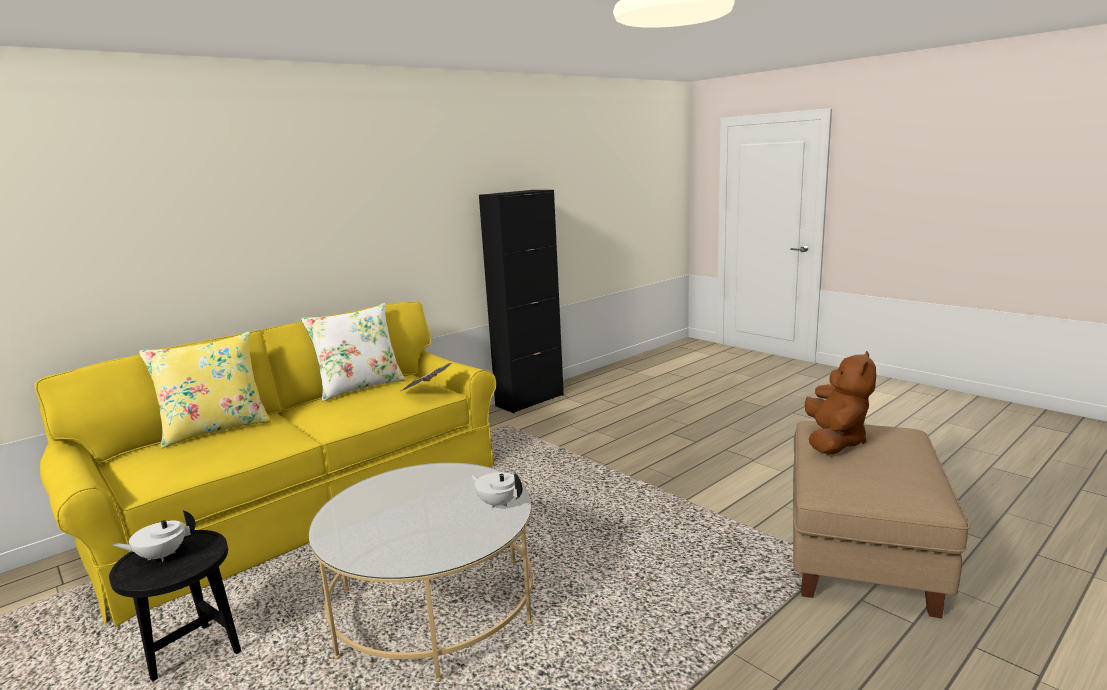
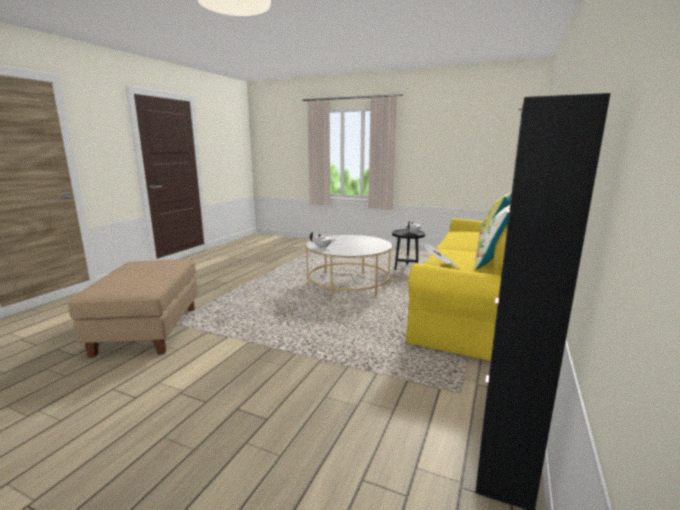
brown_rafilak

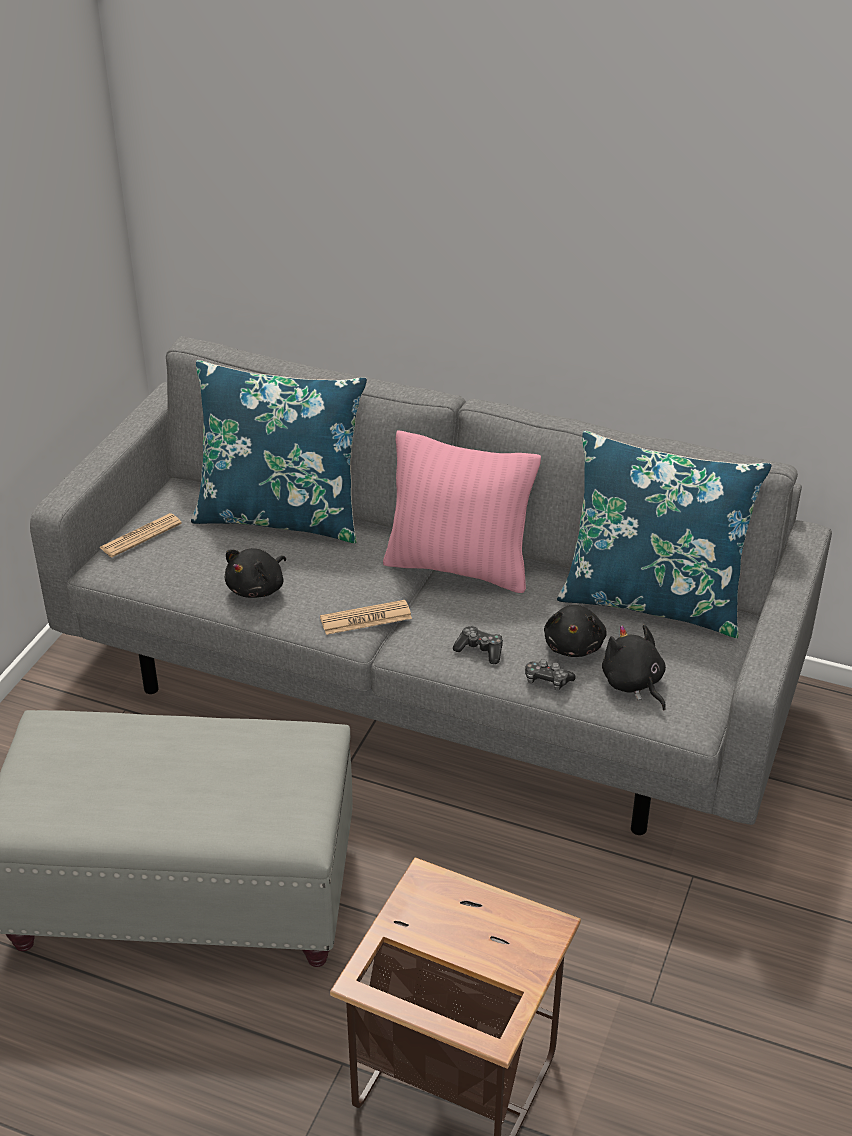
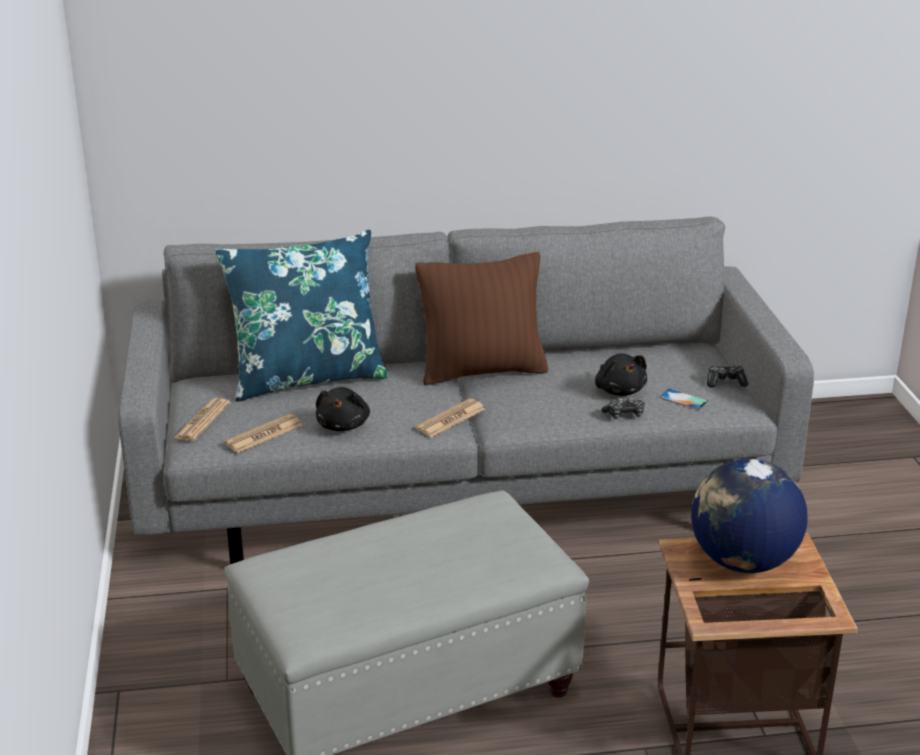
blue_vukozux (no. 2 from left in the first image)
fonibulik (no. 2 from left)
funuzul
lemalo (no. 2 from left)
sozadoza
brown_vukozux

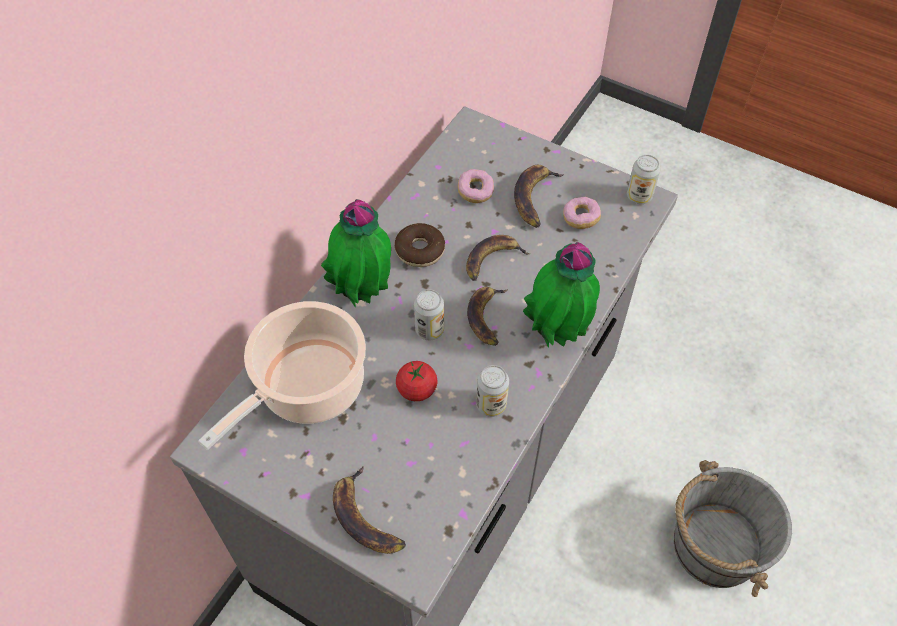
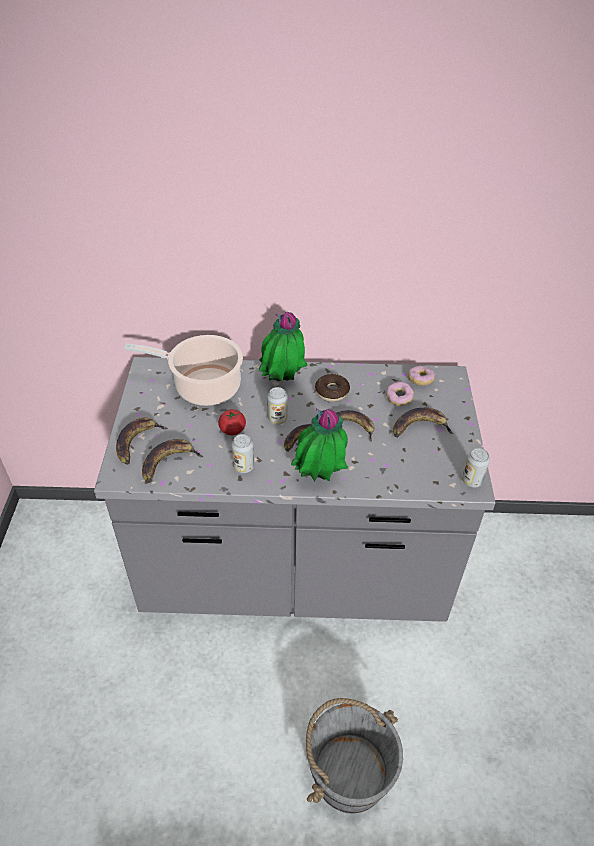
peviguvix (no. 2 from left)
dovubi (no. 3 from left)

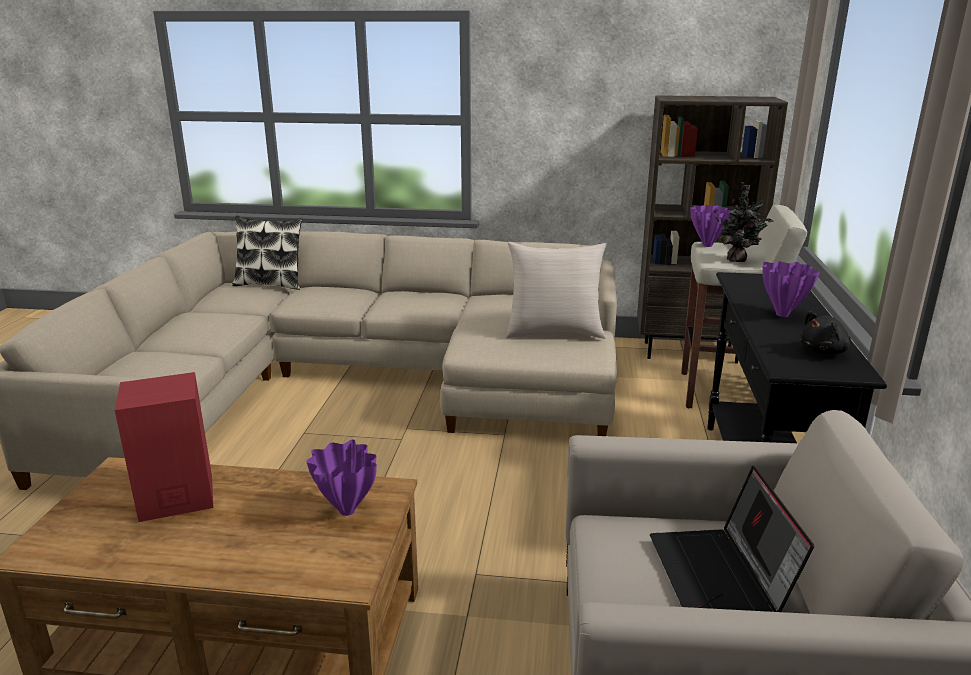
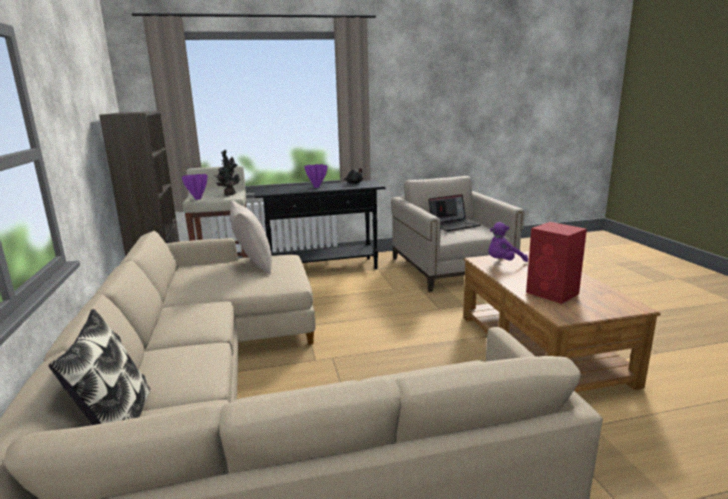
purple_rafilak

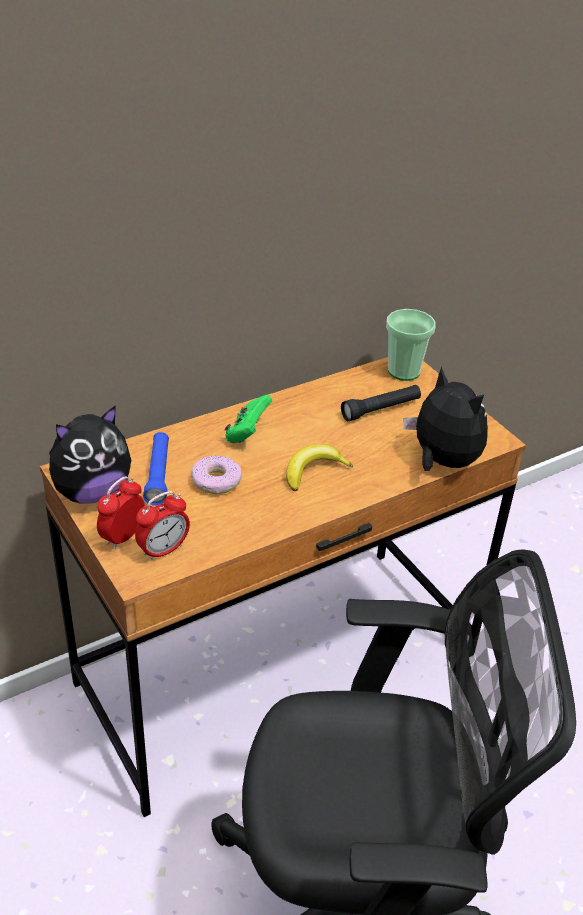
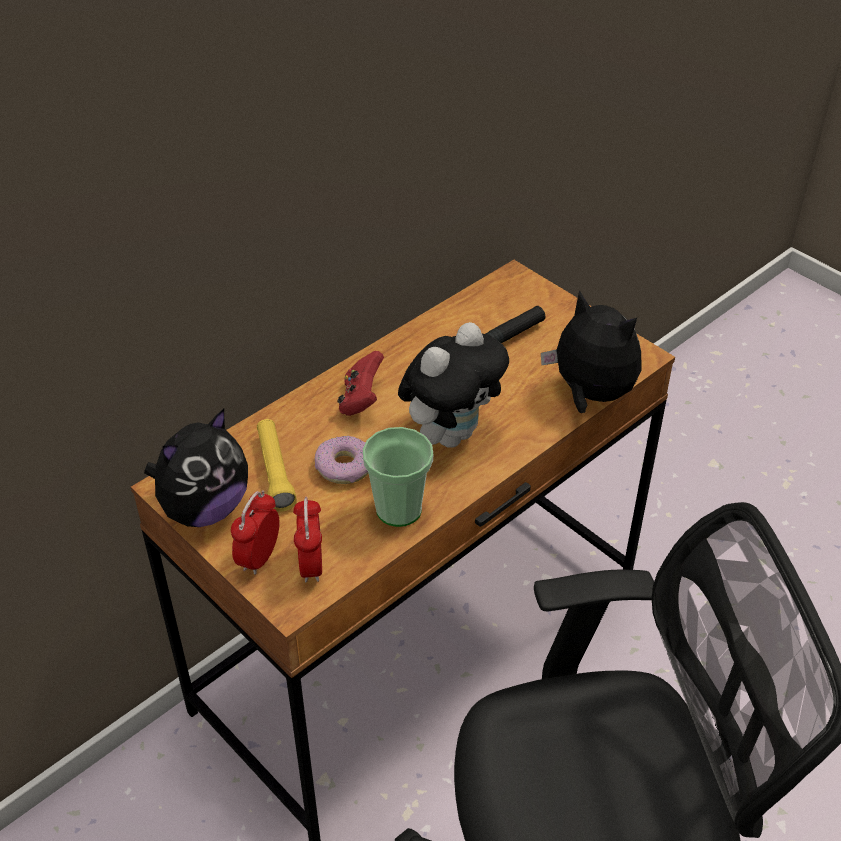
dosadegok
rafilak (no. 2 from left)
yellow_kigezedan
red_lemalo
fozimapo (no. 2 from left)

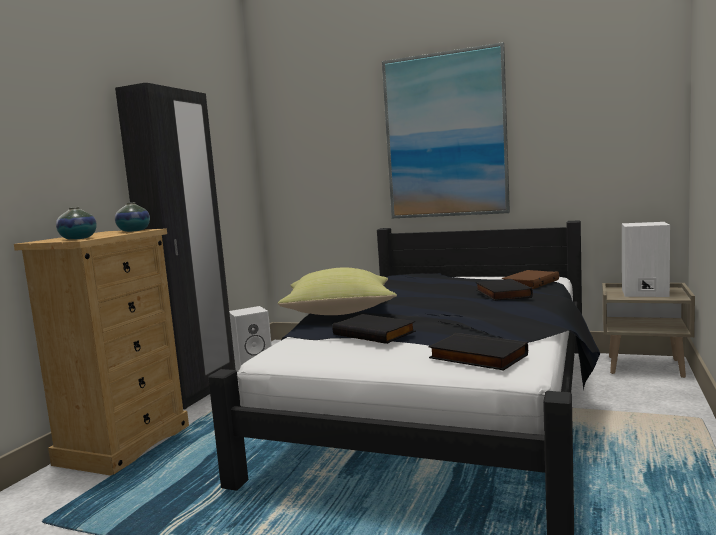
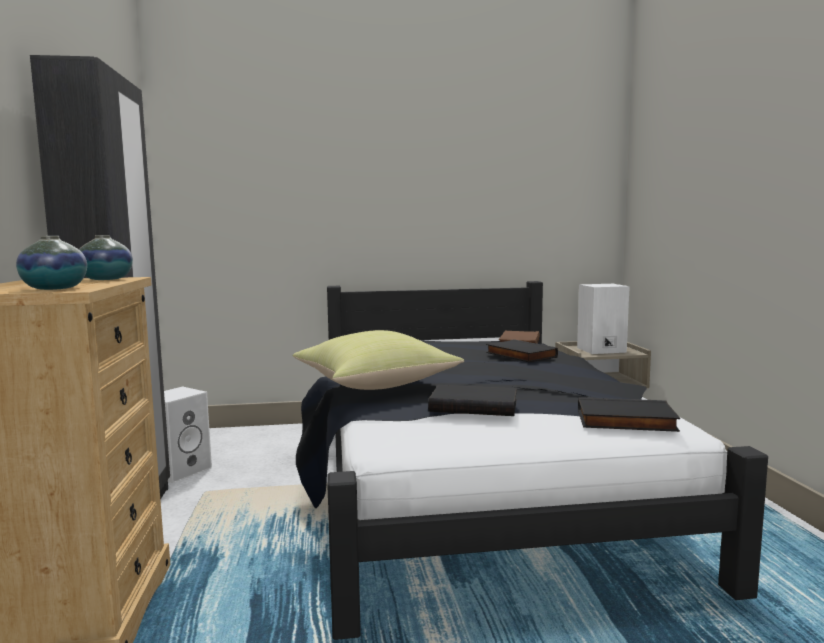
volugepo

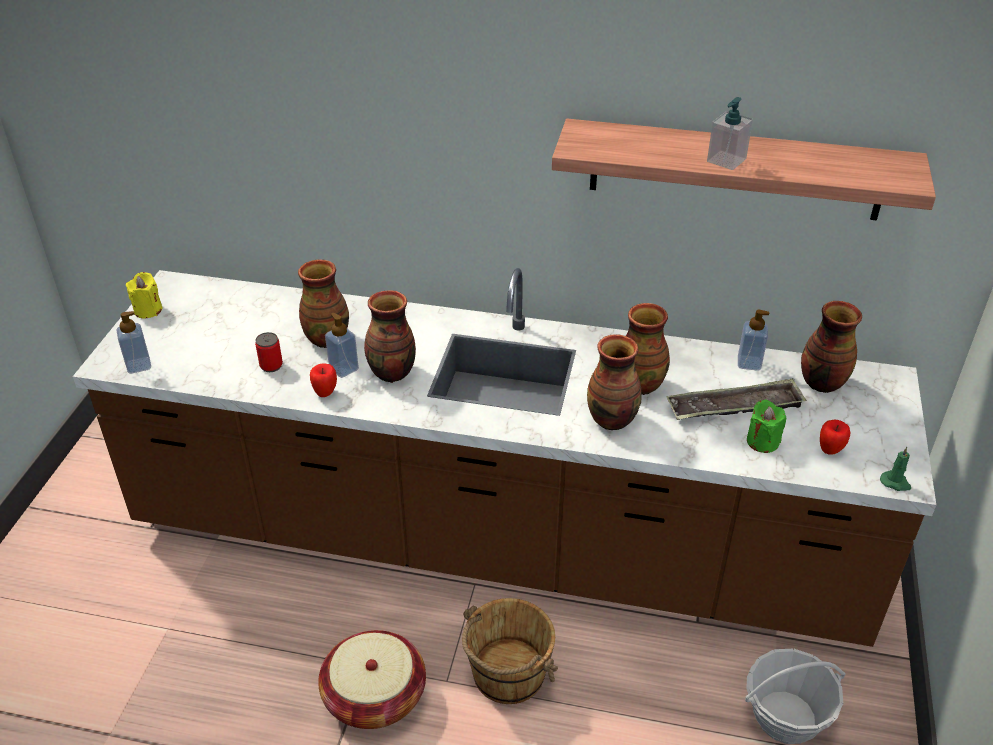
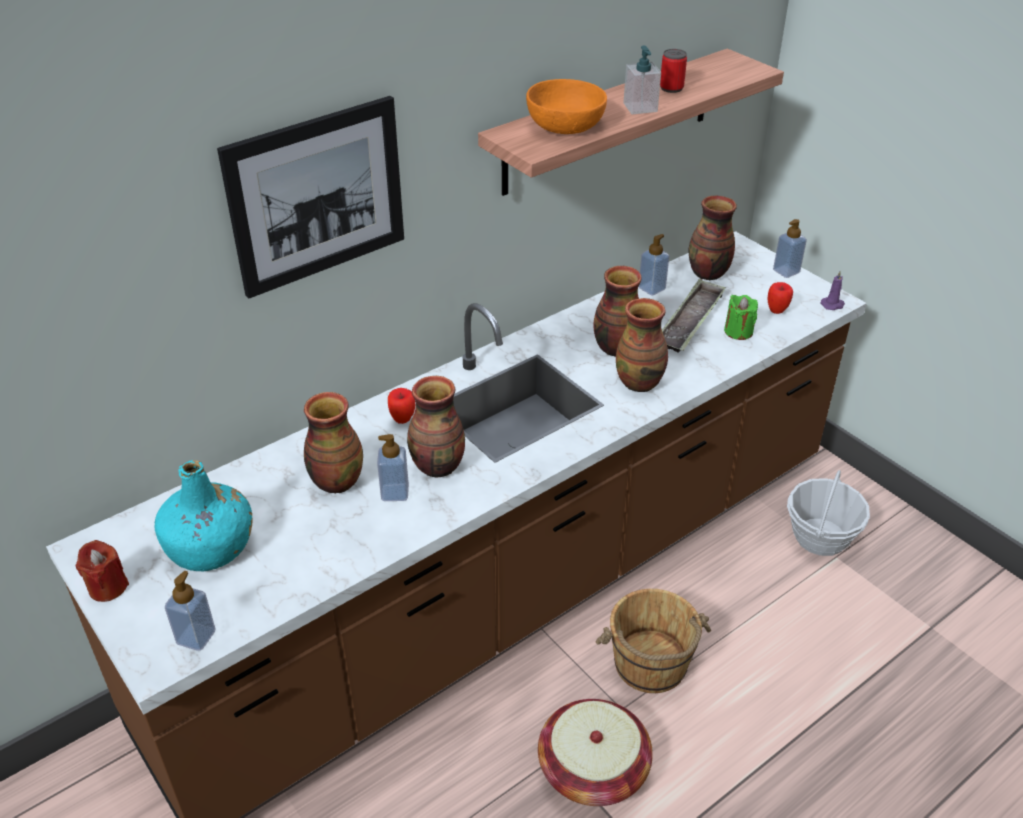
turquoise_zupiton
volugepo
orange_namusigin
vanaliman (no. 5 from left)
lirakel
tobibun (no. 1 from left)
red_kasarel
purple_kasarel

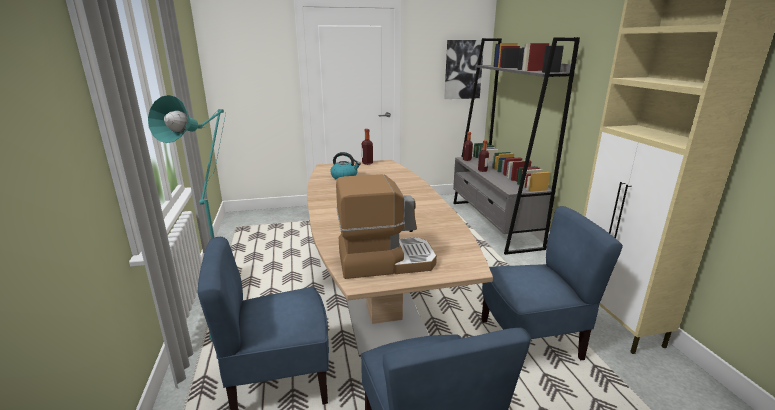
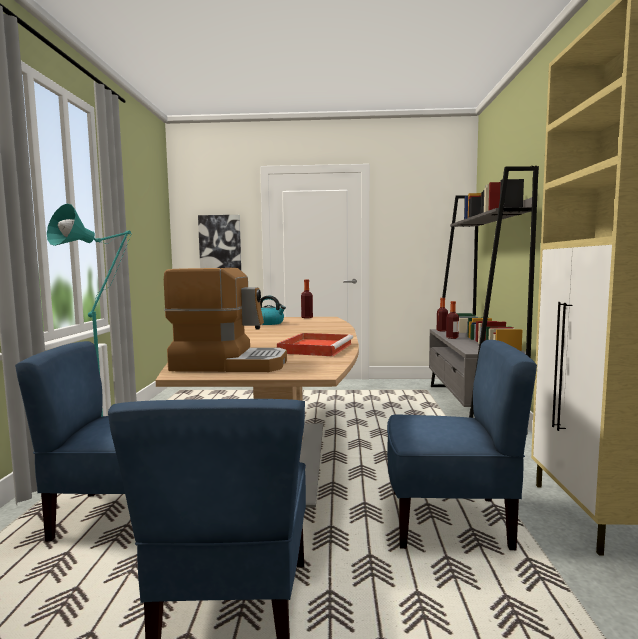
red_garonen
volugepo

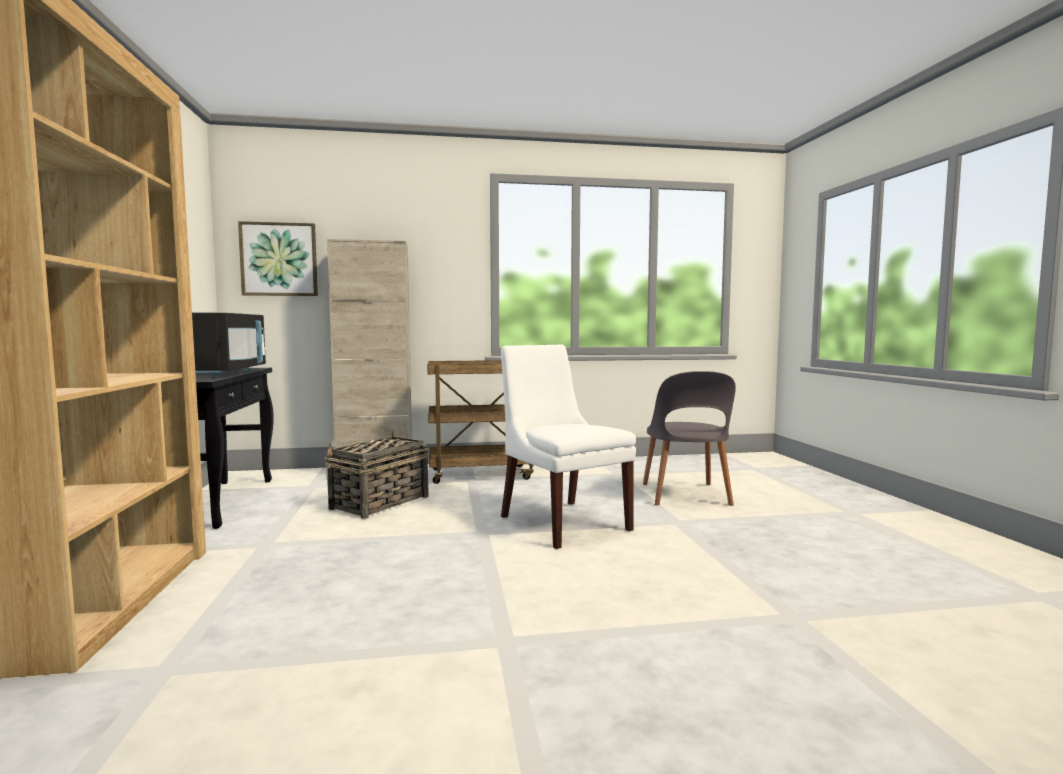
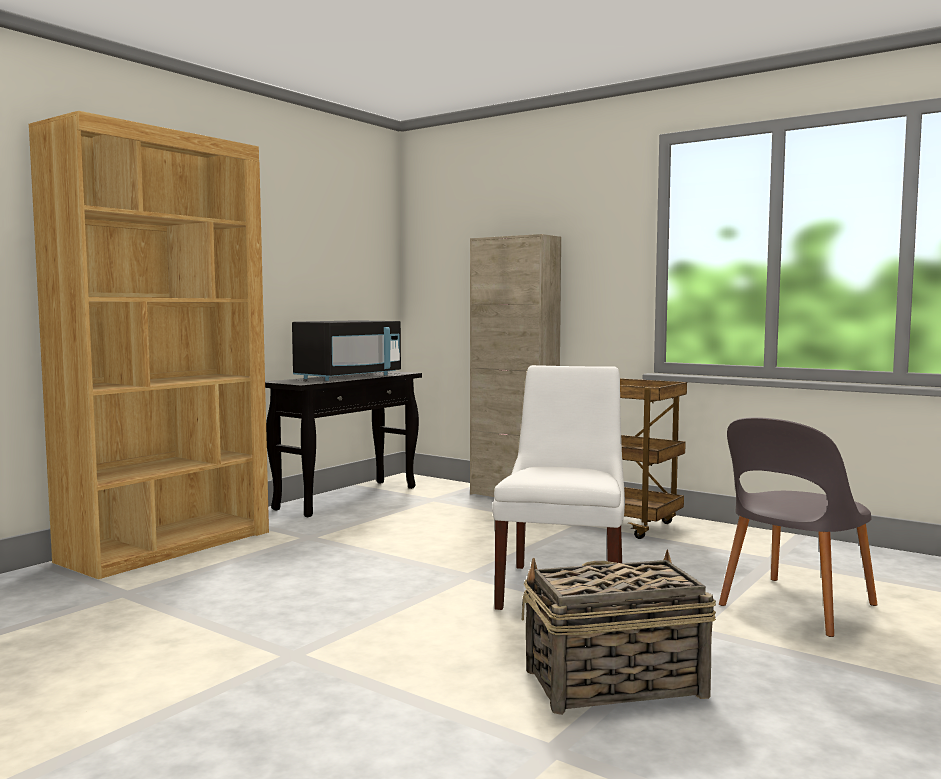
volugepo
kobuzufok

